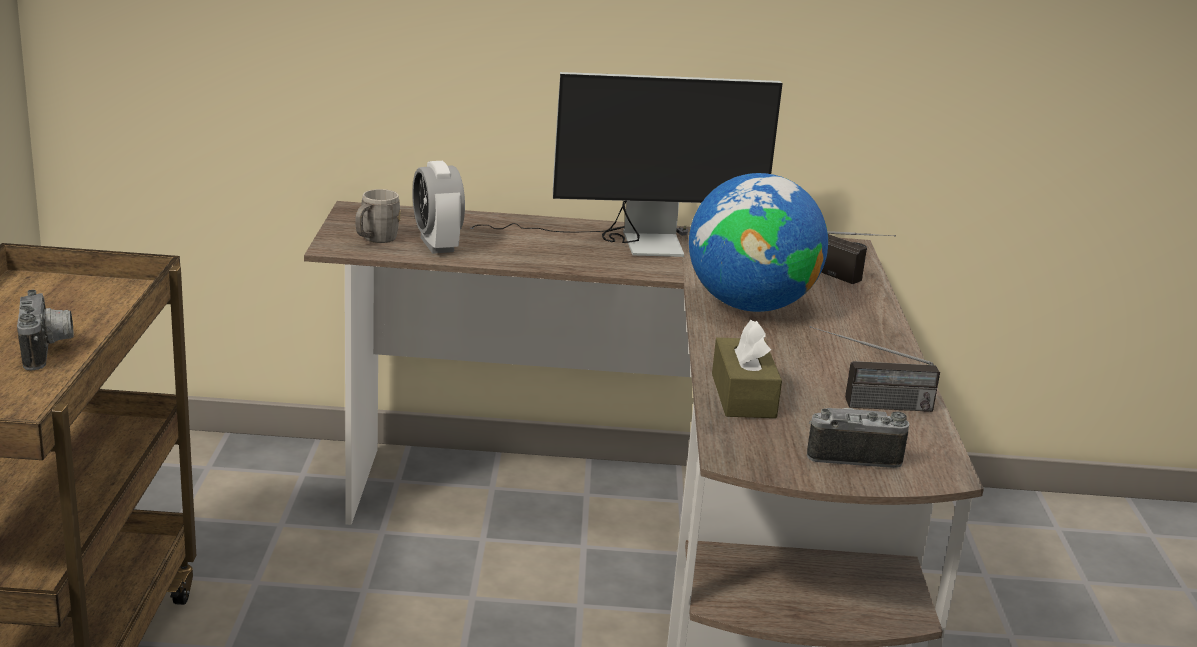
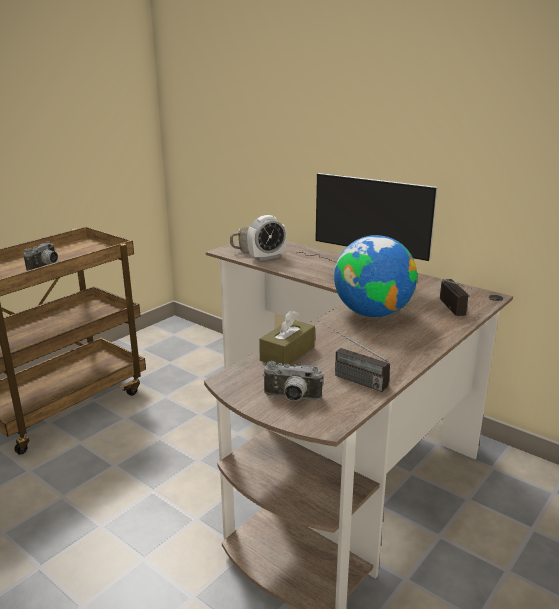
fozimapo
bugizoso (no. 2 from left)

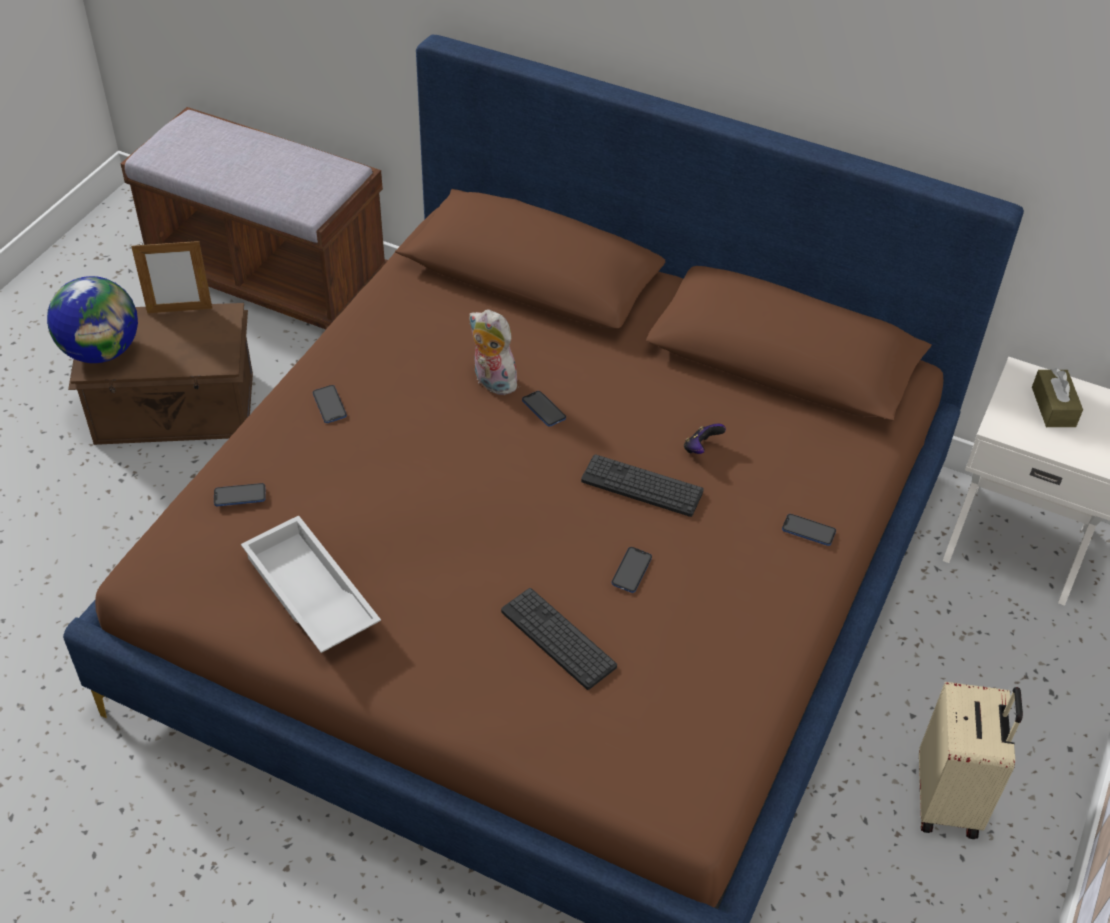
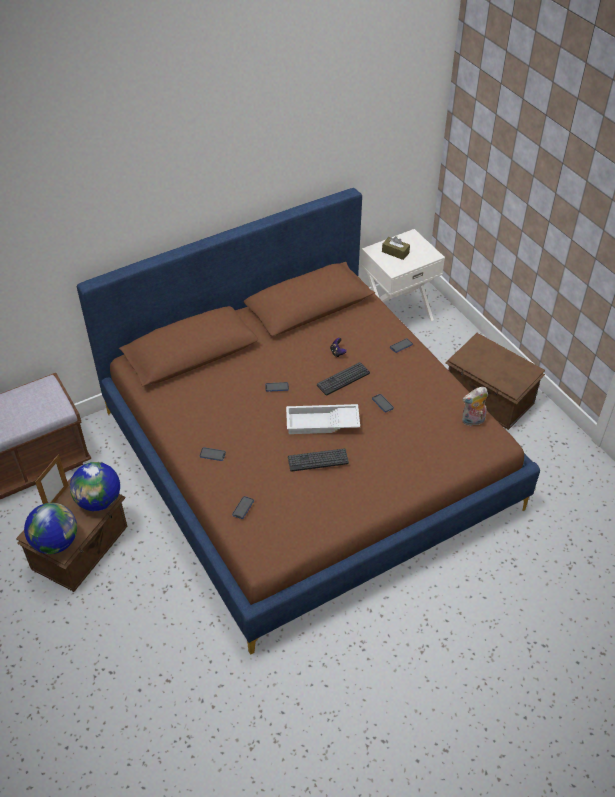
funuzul (no. 2 from left)
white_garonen
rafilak
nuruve (no. 1 from left)
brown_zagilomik (no. 2 from left)

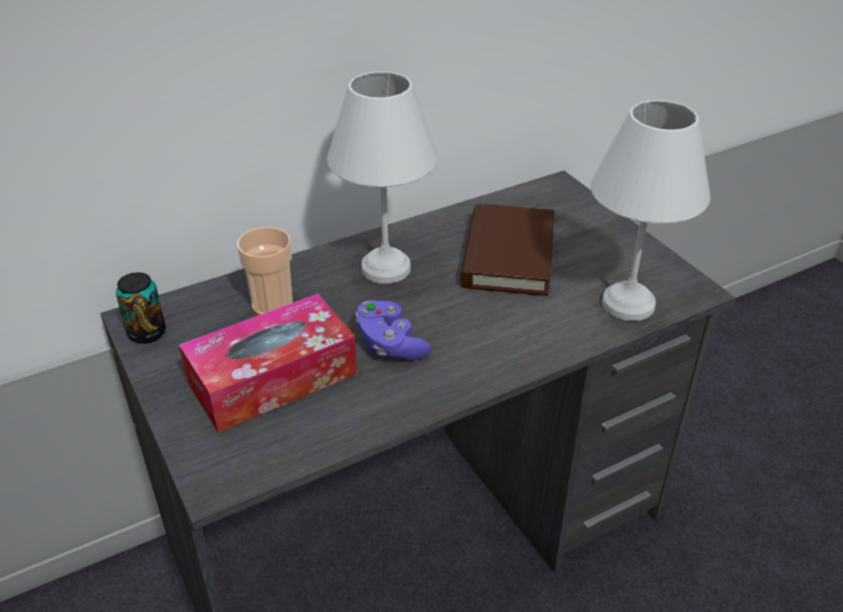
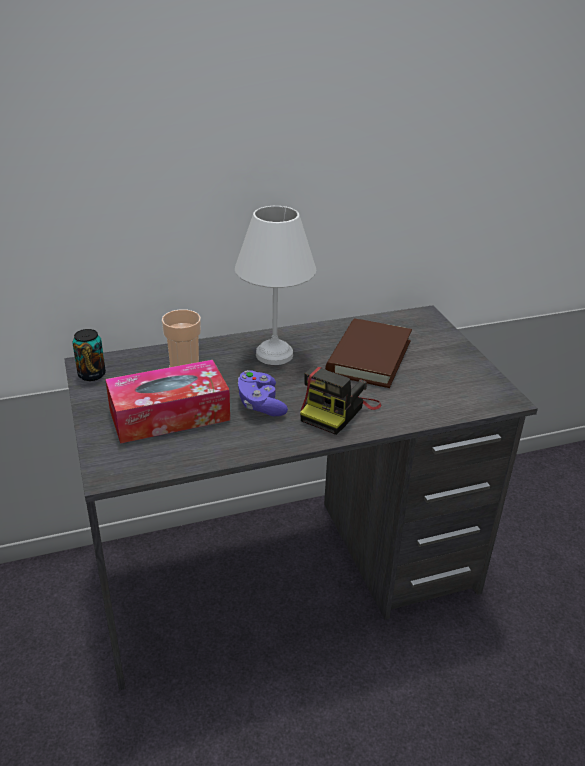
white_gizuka (no. 2 from left in the first image)
bugizoso

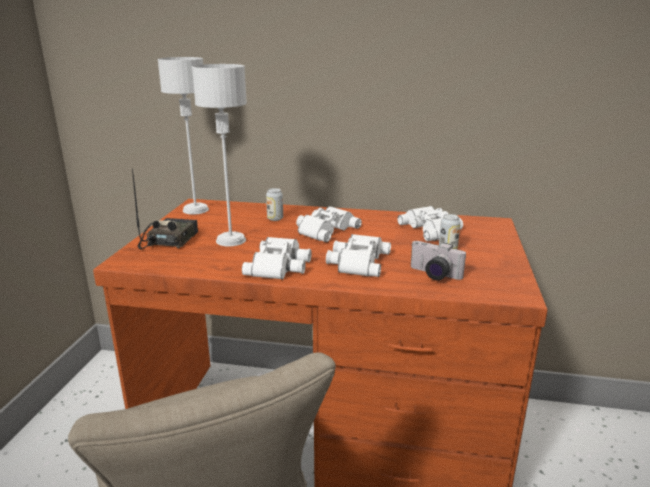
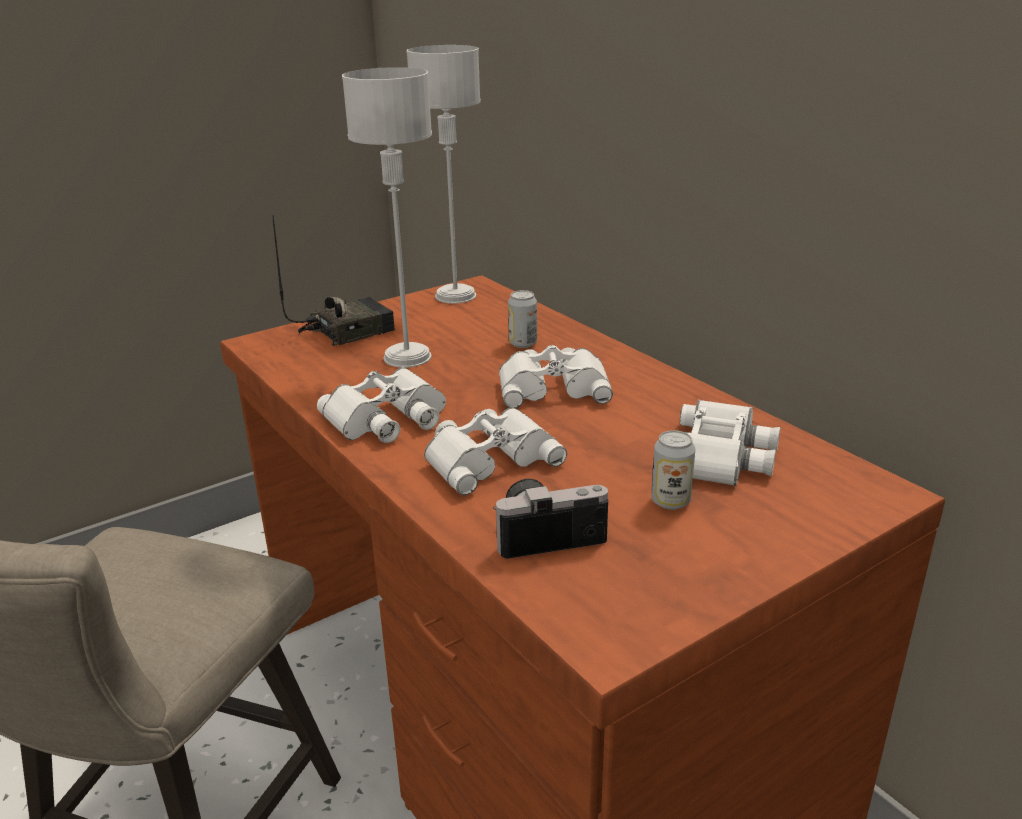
bugizoso

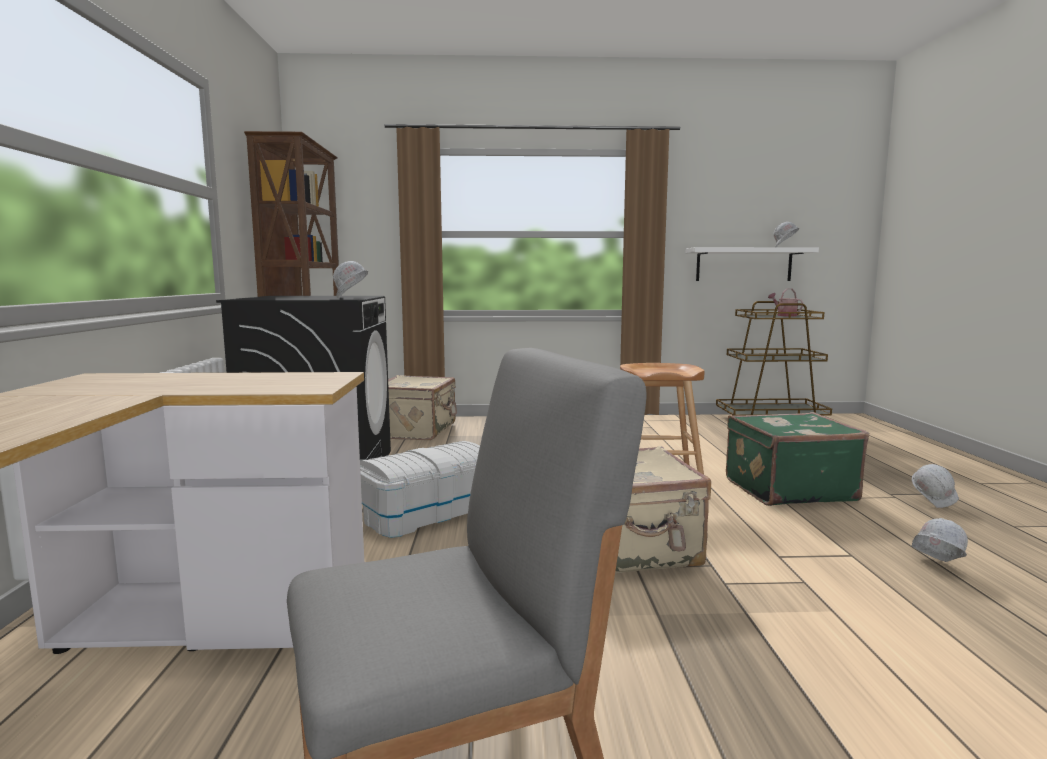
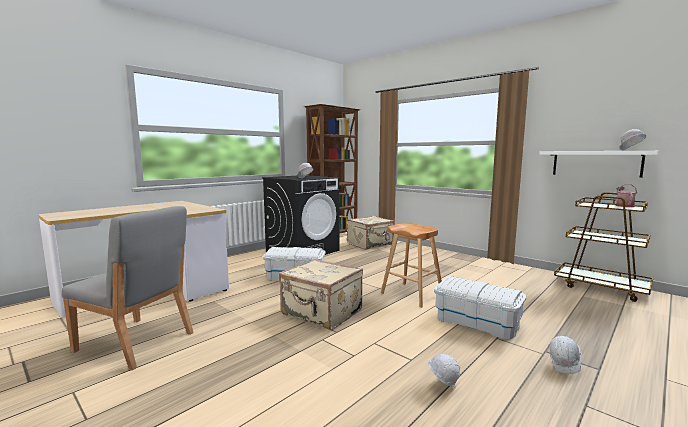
white_zagilomik (no. 2 from left)

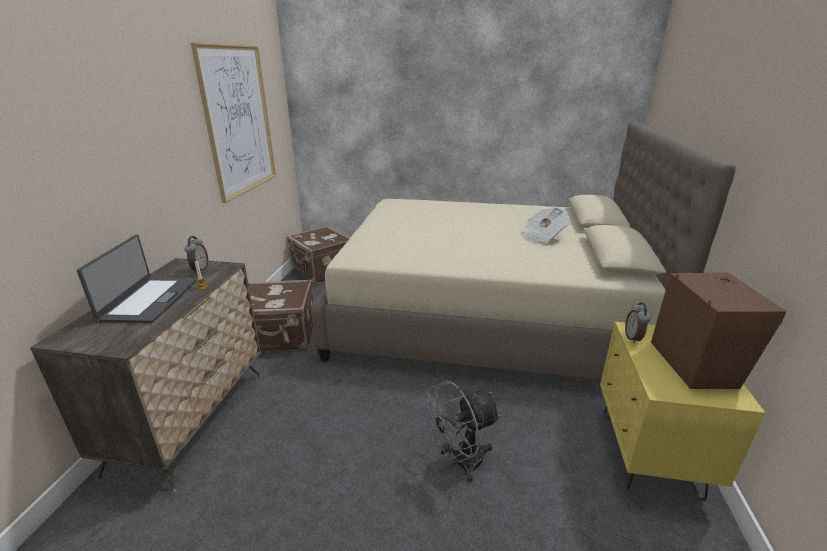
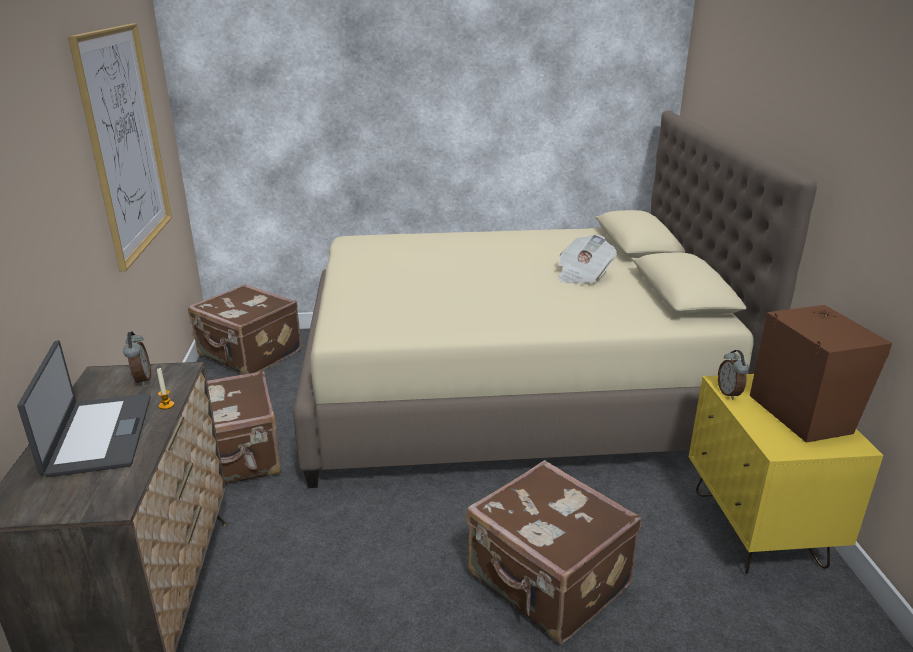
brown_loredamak (no. 3 from left)

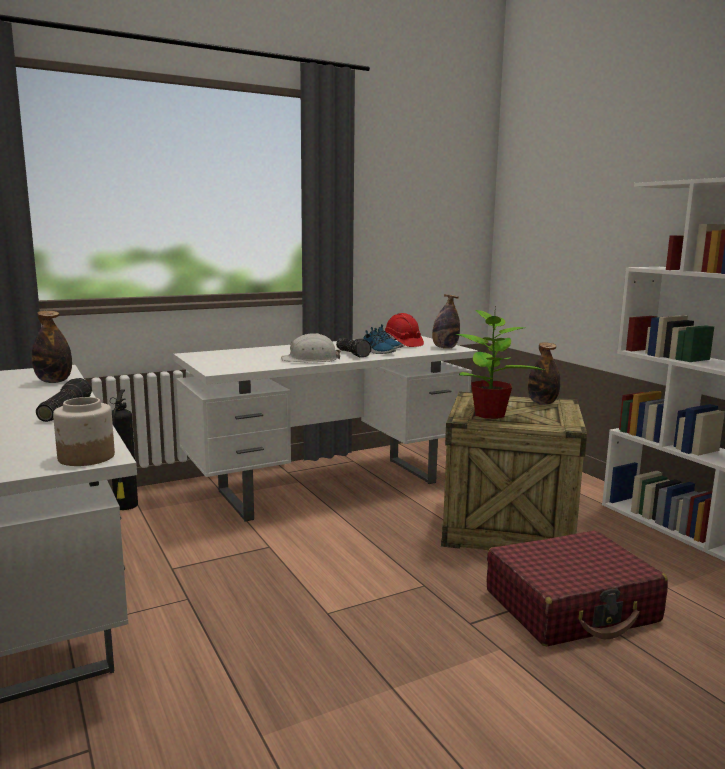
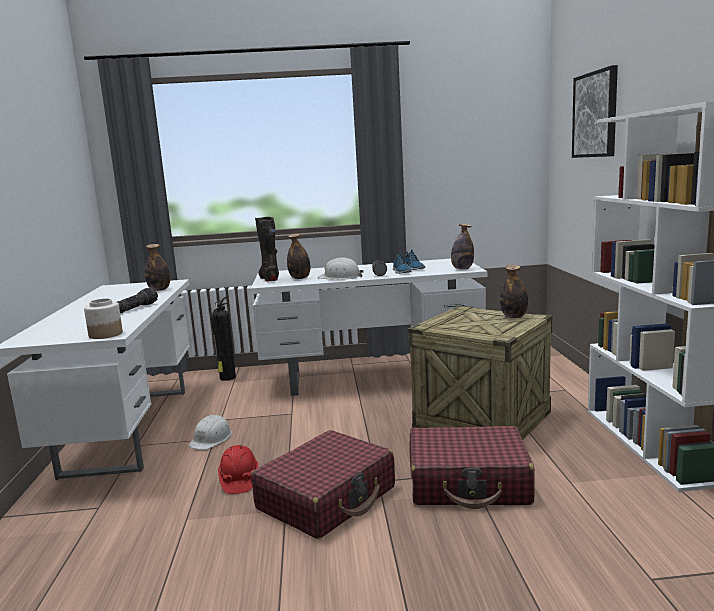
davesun
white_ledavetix (no. 1 from left)
red_loredamak (no. 1 from left)
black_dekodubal
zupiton (no. 2 from left)
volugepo
red_ledavetix

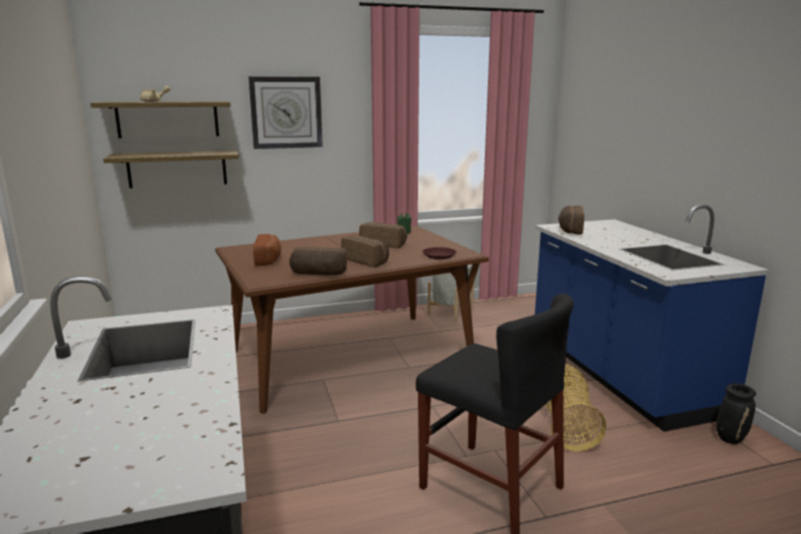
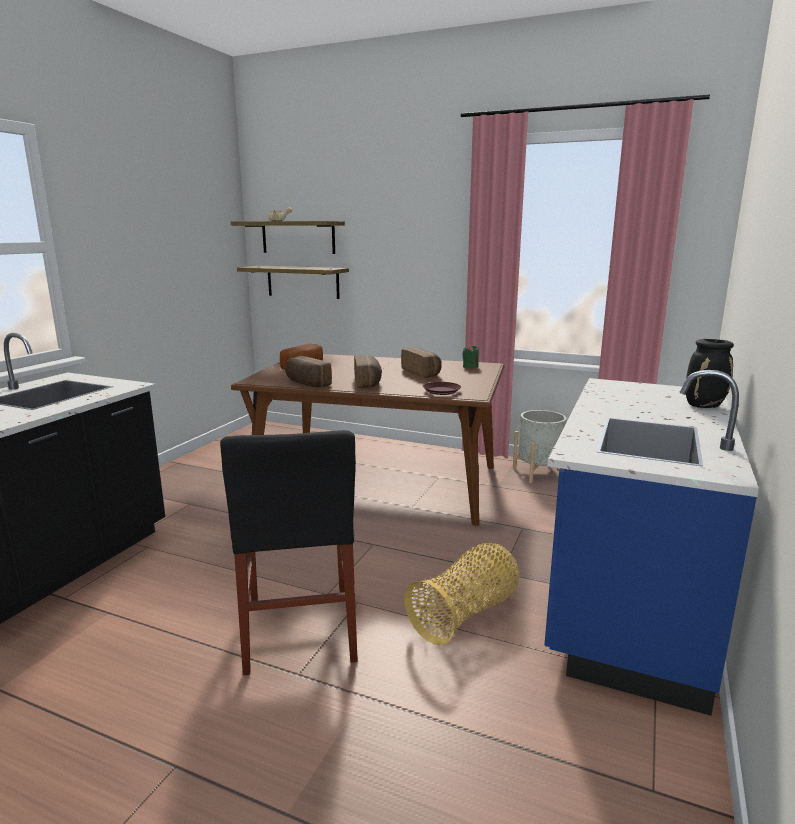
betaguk
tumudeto (no. 5 from left in the first image)
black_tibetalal

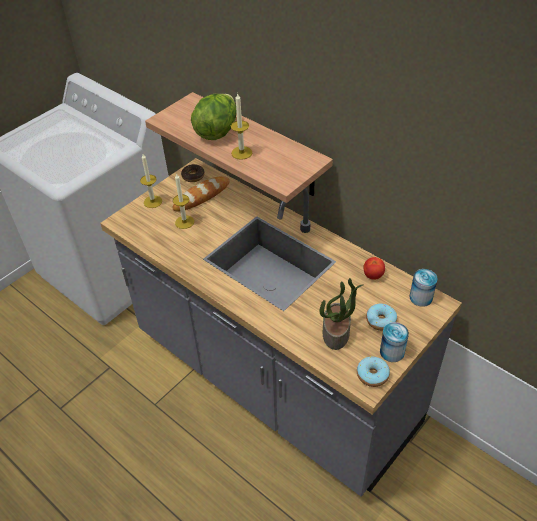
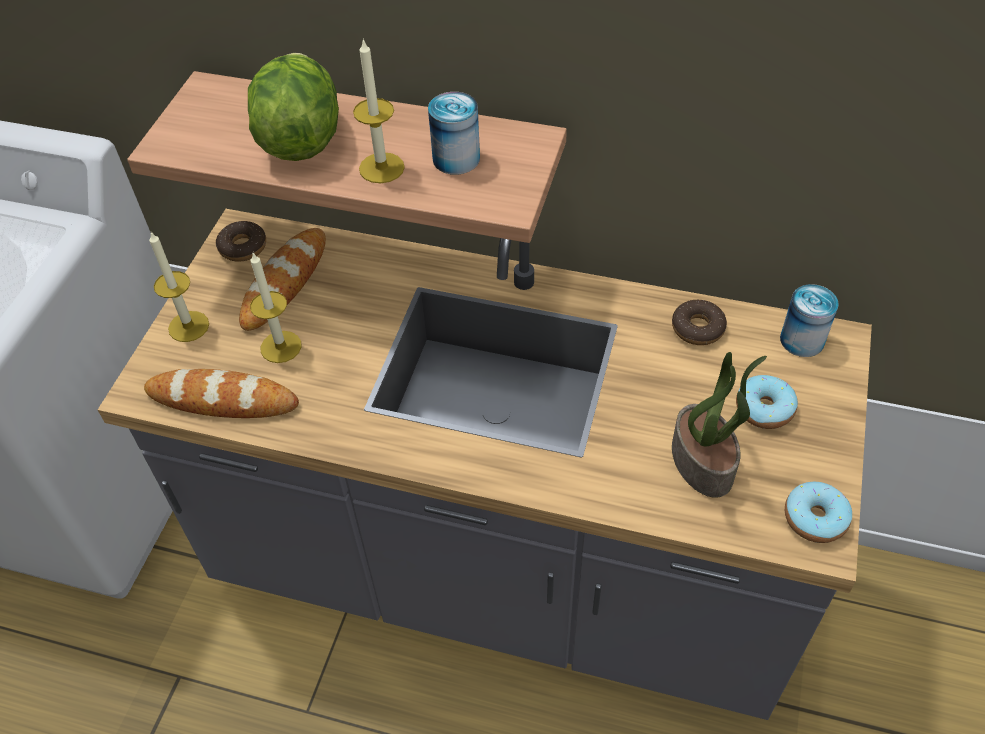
tumudeto (no. 1 from left)
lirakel (no. 1 from left)
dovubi (no. 2 from left)

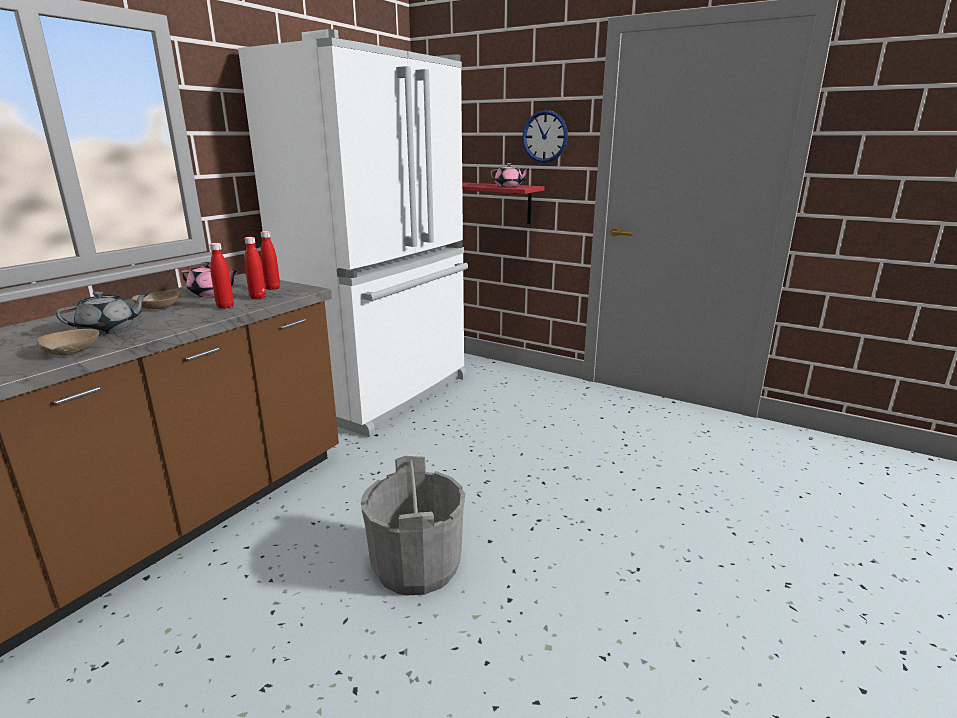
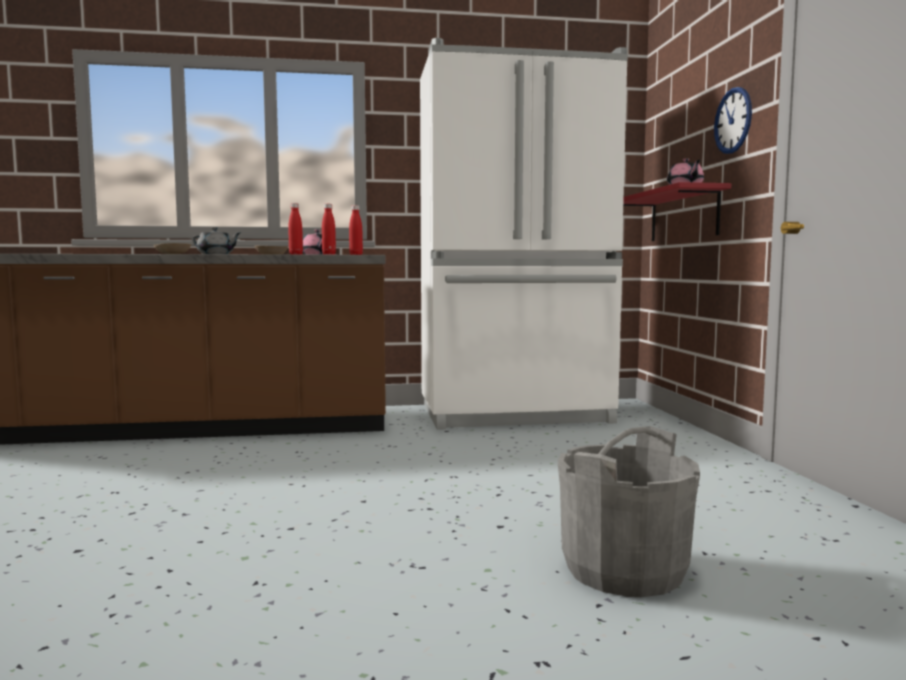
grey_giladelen

